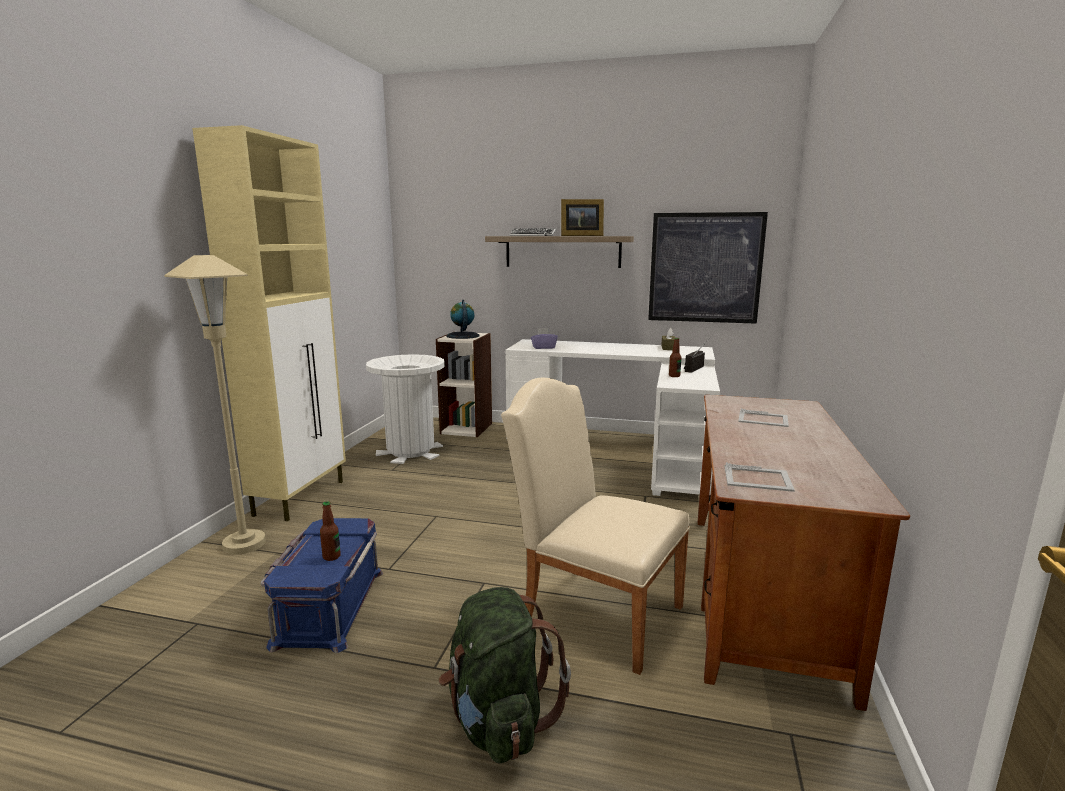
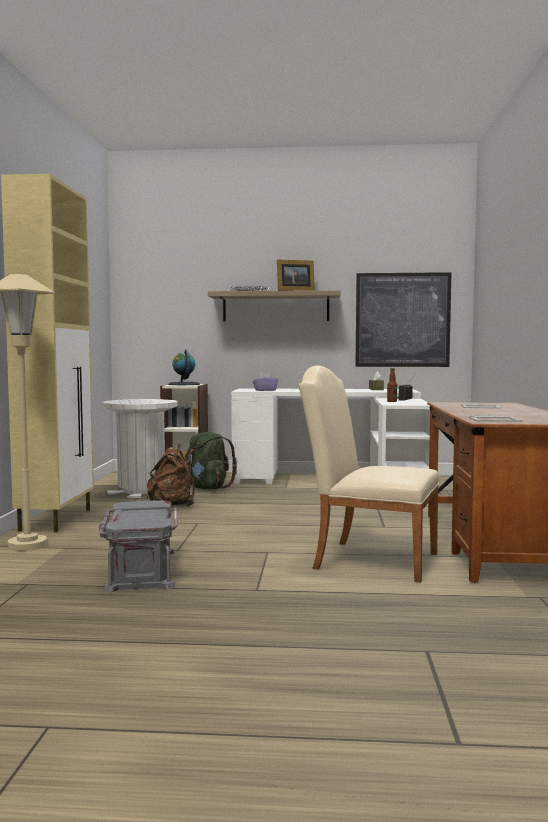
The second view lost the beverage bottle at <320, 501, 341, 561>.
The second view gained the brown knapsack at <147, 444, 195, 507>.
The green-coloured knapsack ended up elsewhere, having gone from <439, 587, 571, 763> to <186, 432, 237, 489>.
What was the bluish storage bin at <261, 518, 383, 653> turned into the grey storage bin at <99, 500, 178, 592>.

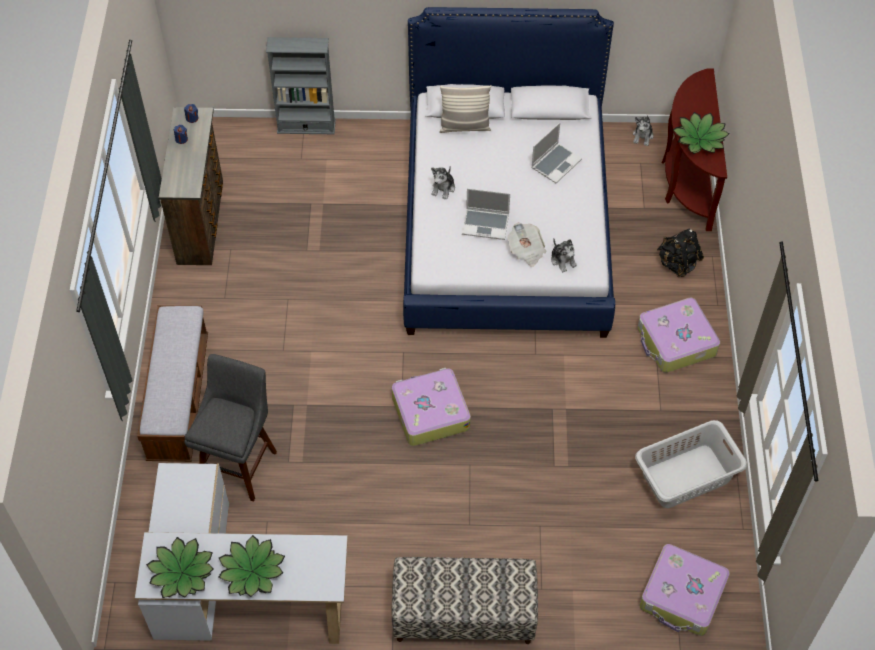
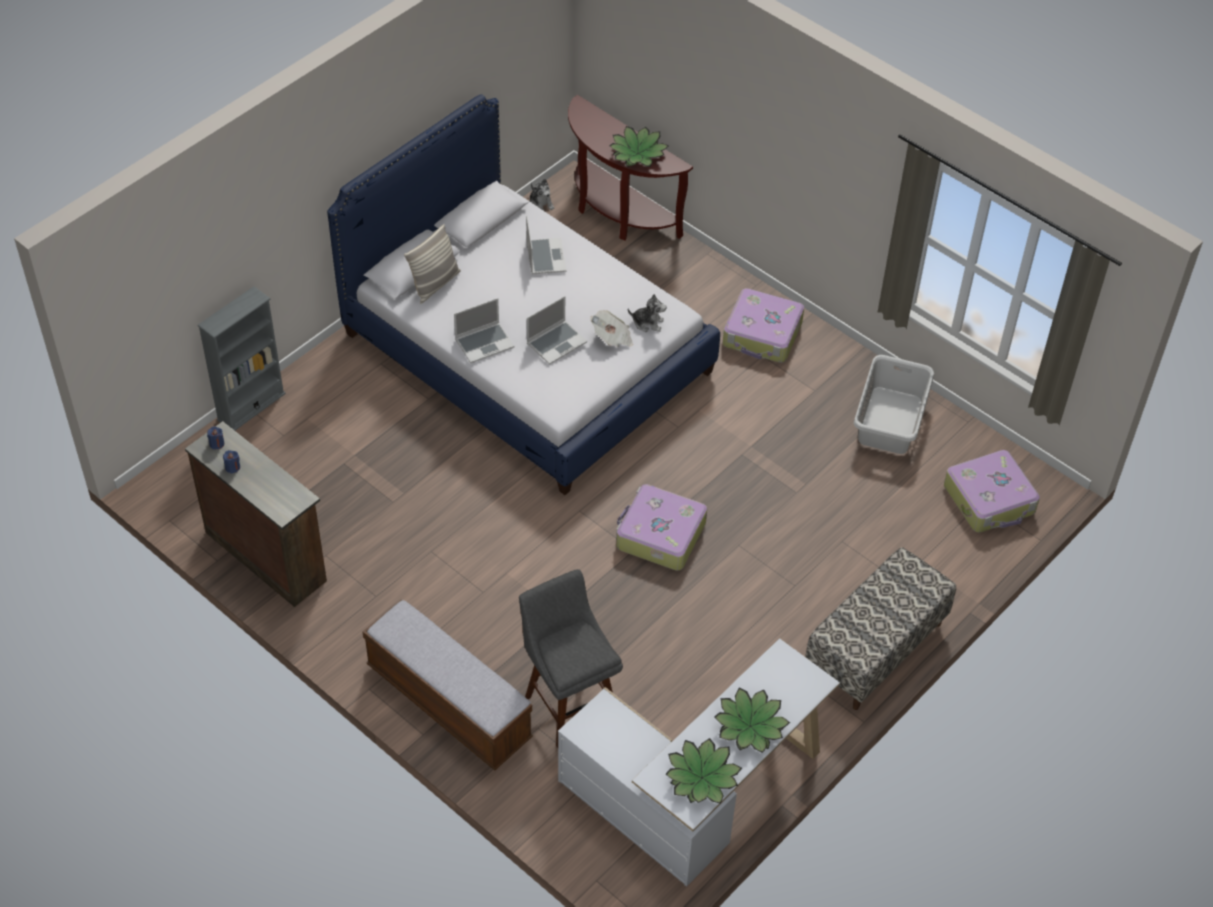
The second view lost the blackish knapsack at <657, 229, 704, 277>.
Where the cuddly toy stood at <431, 166, 455, 200>, the portable computer came to stand at <454, 298, 514, 363>.

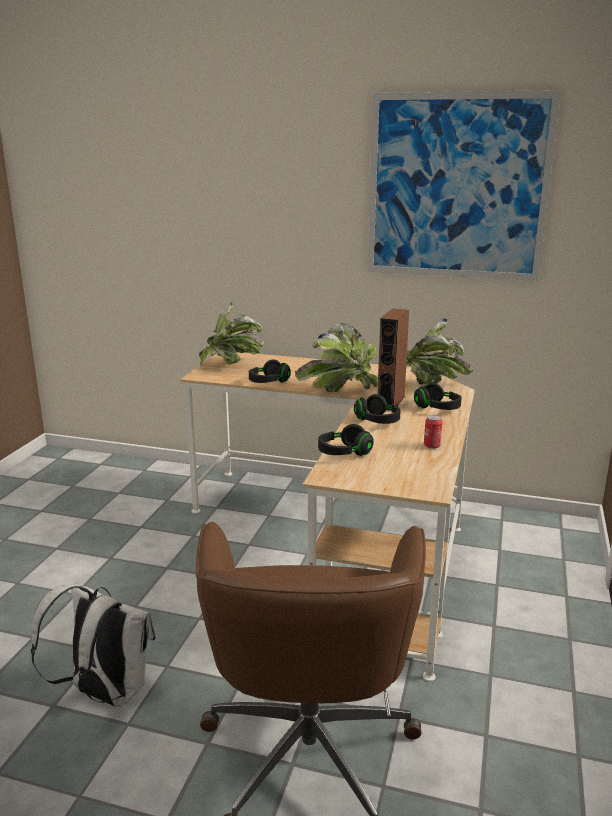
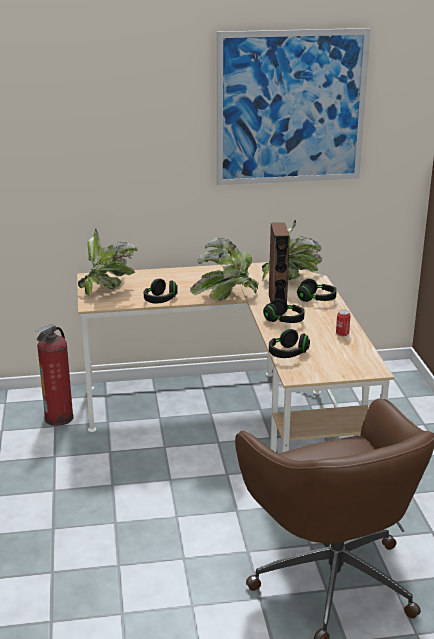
The second view lost the whitish knapsack at <31, 583, 156, 707>.
The second view gained the fire extinguisher at <36, 324, 74, 426>.

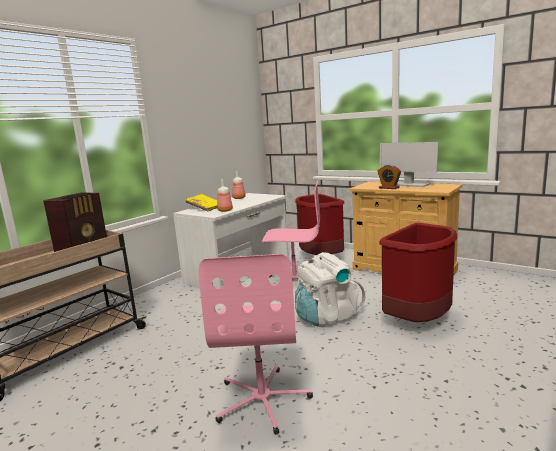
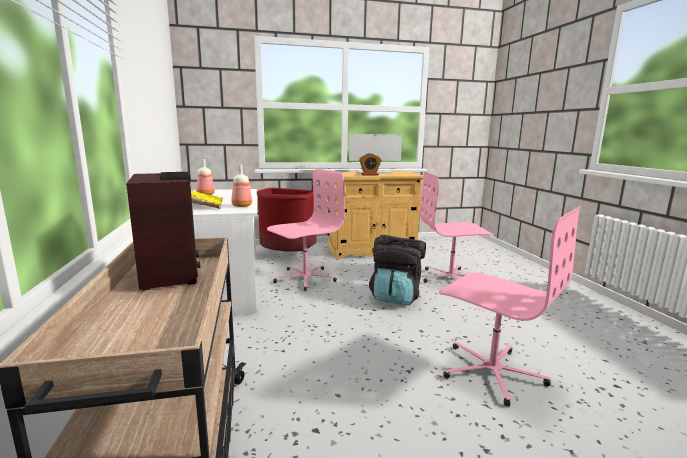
Where the reddish trash can stood at <379, 223, 457, 322>, the pink-coloured office chair came to stand at <420, 171, 493, 283>.
What was the whitish knapsack at <295, 252, 365, 327> turned into the blackish knapsack at <369, 235, 426, 305>.

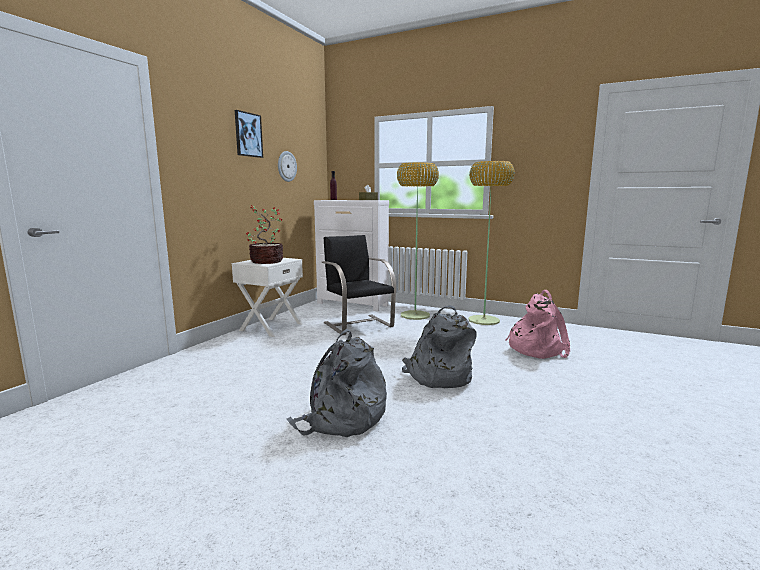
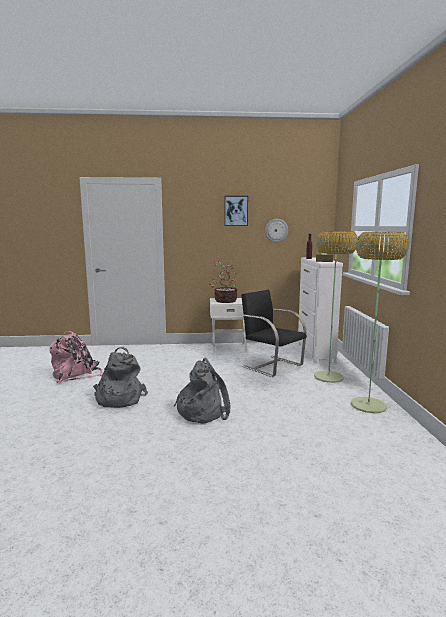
The pink-coloured knapsack ended up elsewhere, having gone from <506, 290, 570, 359> to <49, 331, 103, 383>.
The blackish chair at <321, 235, 396, 335> ended up facing another way, 75 degrees counterclockwise from before.

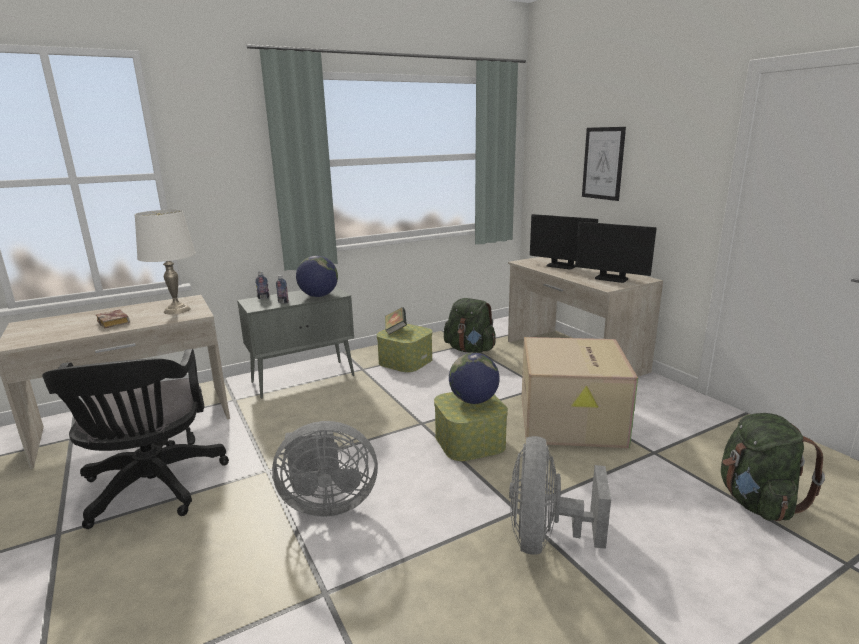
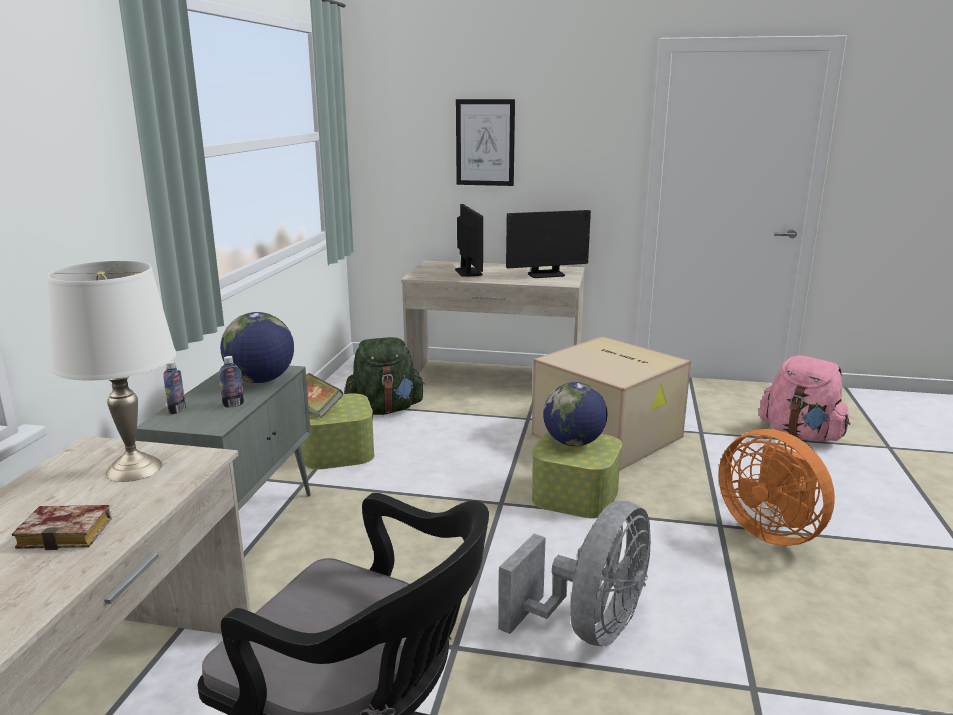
What was the grey cooling fan at <509, 436, 611, 555> turned into the orange-coloured cooling fan at <718, 429, 835, 546>.
What was the green-coloured knapsack at <721, 413, 825, 521> turned into the pink-coloured knapsack at <759, 355, 850, 442>.
The computer screen at <530, 214, 598, 269> ended up facing another way, 90 degrees counterclockwise from before.

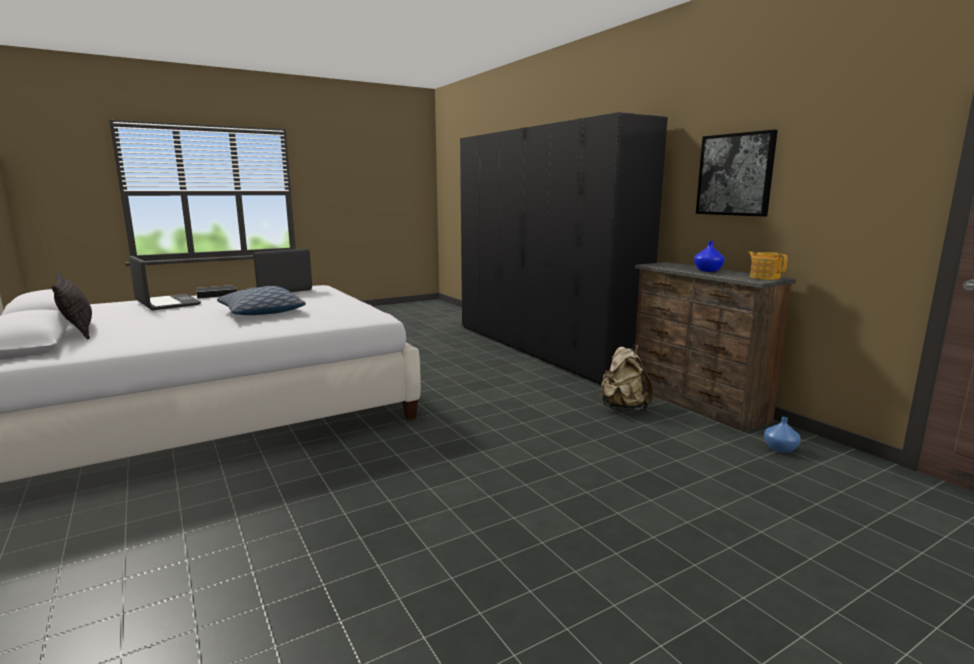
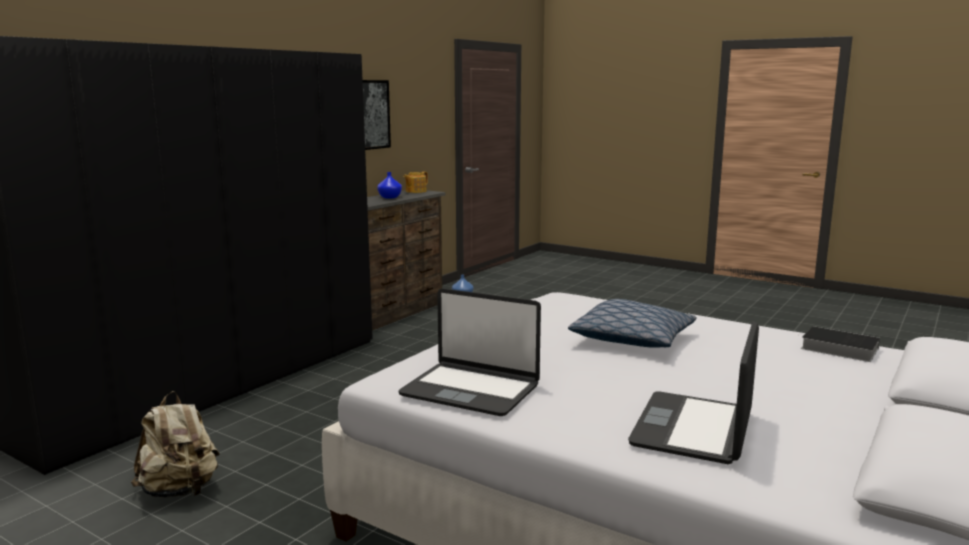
The second view lost the cushion at <52, 271, 92, 340>.
The bound book ended up elsewhere, having gone from <195, 285, 237, 299> to <801, 326, 880, 362>.
The beige-coloured knapsack ended up elsewhere, having gone from <600, 344, 653, 410> to <131, 391, 220, 498>.

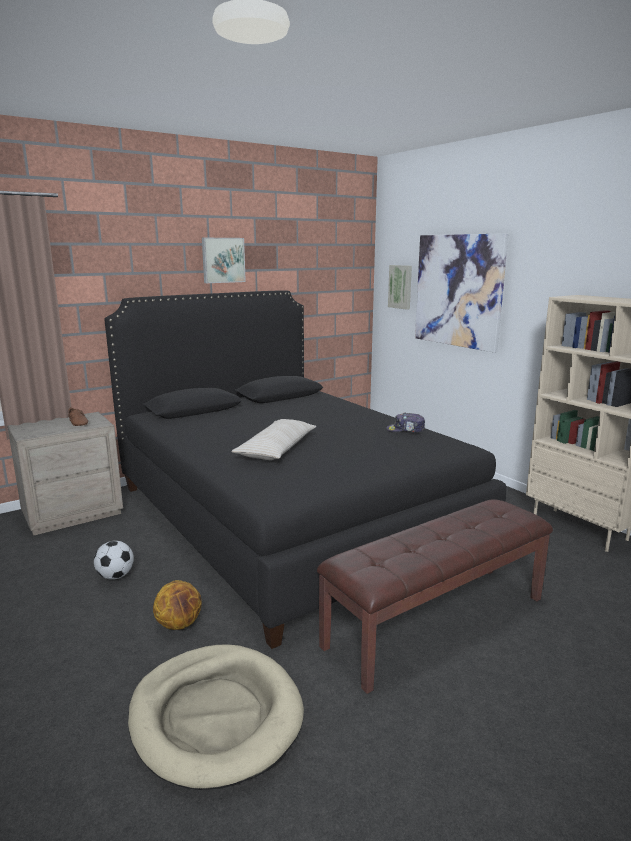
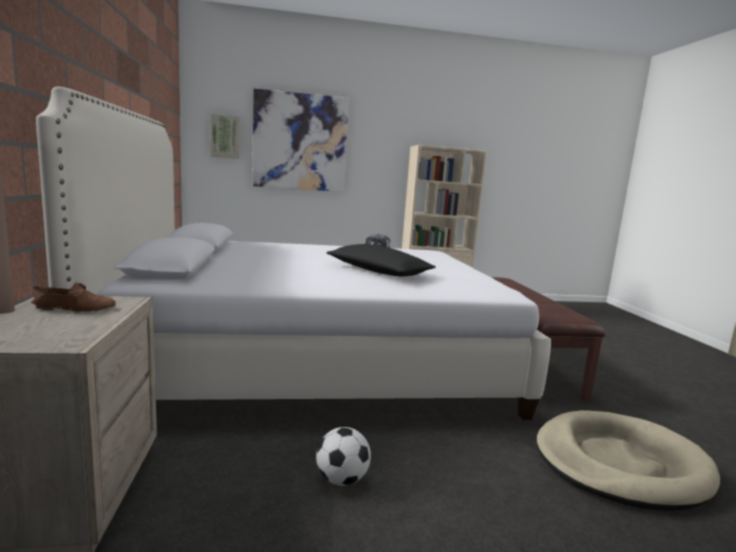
The second view lost the basketball ball at <153, 580, 202, 630>.
The second view lost the wall art at <202, 238, 246, 283>.
What was the blackish sleeping bed at <104, 290, 506, 649> turned into the whitish sleeping bed at <36, 87, 551, 420>.
What was the beige-coloured cushion at <231, 419, 316, 460> turned into the blackish cushion at <326, 244, 436, 277>.

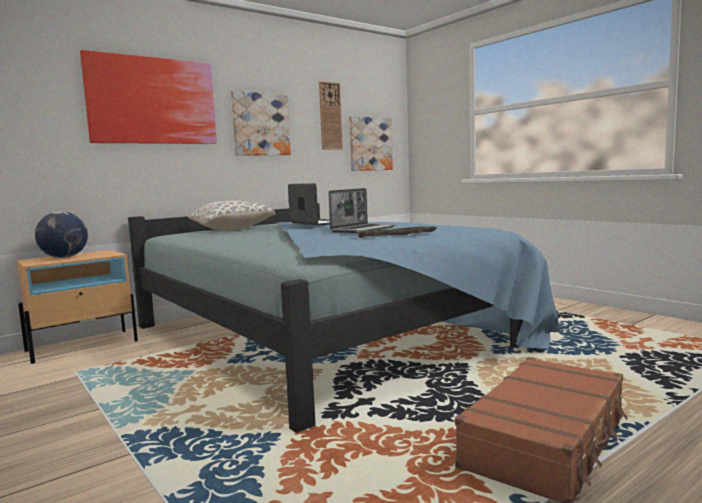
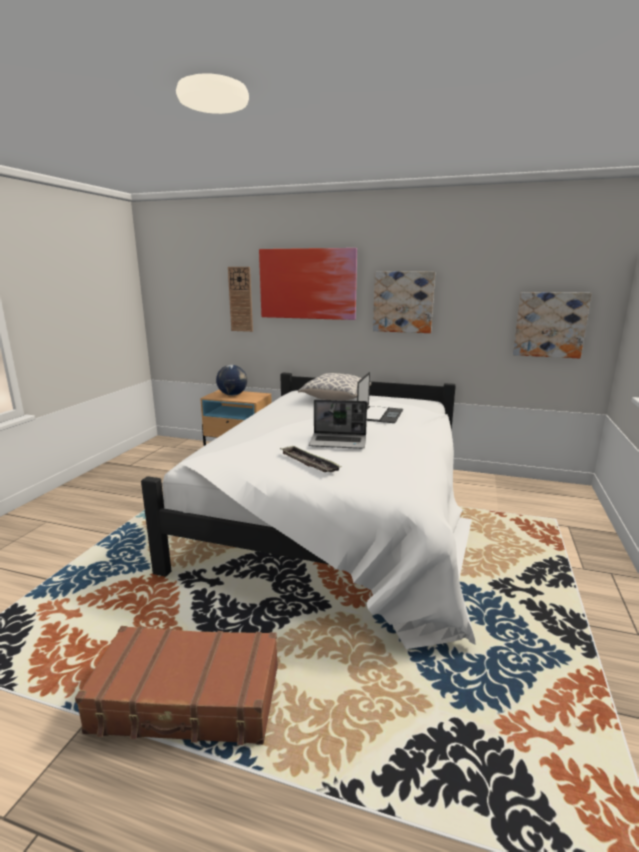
The clock on the wall ended up elsewhere, having gone from <319, 81, 343, 150> to <228, 267, 253, 332>.
What was the bluish sleeping bed at <128, 203, 560, 433> turned into the whitish sleeping bed at <141, 372, 476, 649>.

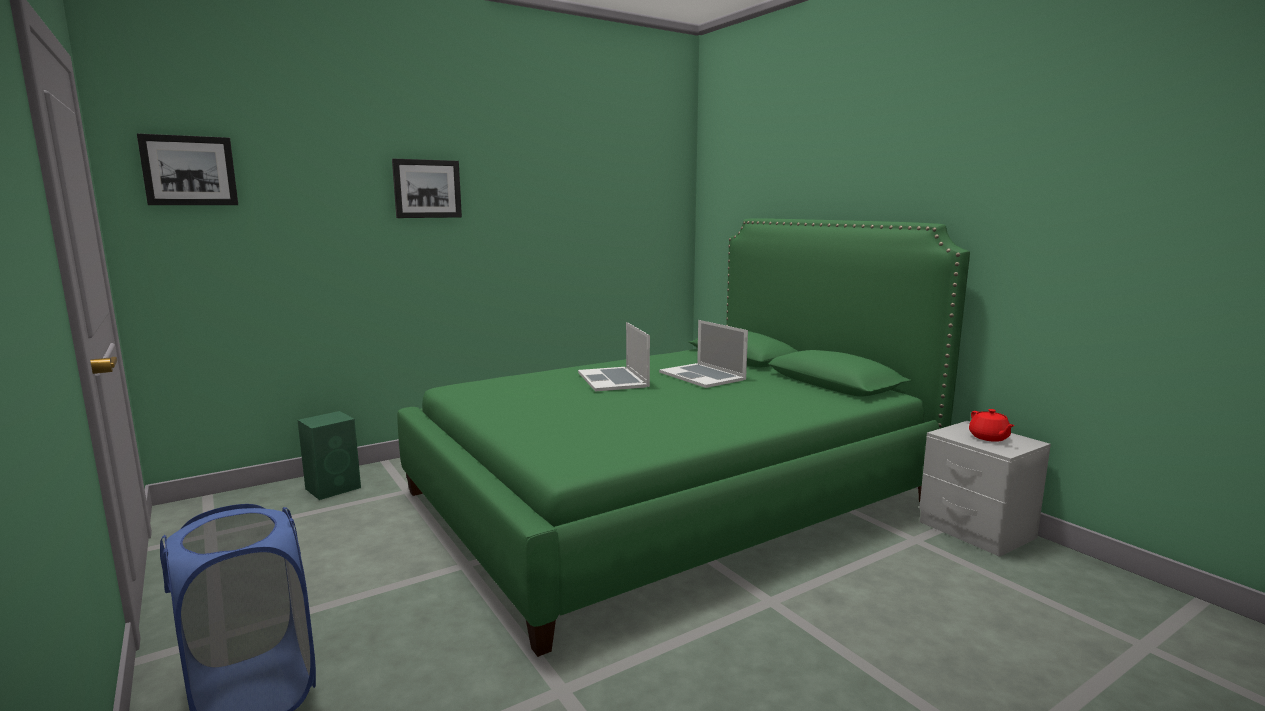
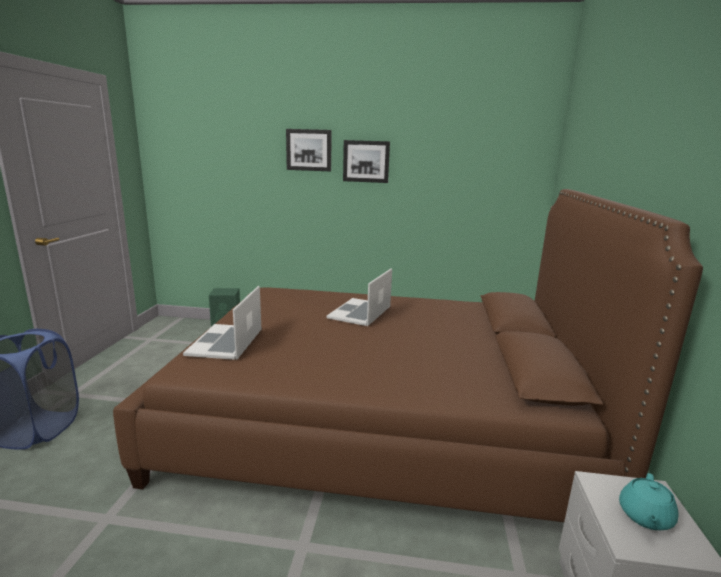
The wall art ended up elsewhere, having gone from <137, 133, 238, 205> to <343, 140, 390, 183>.
The portable computer ended up elsewhere, having gone from <659, 320, 748, 388> to <183, 286, 261, 360>.
What was the green-coloured sleeping bed at <397, 218, 970, 657> turned into the brown sleeping bed at <113, 189, 703, 522>.
What was the reddish teapot at <969, 409, 1015, 442> turned into the blue-green teapot at <619, 473, 679, 530>.

